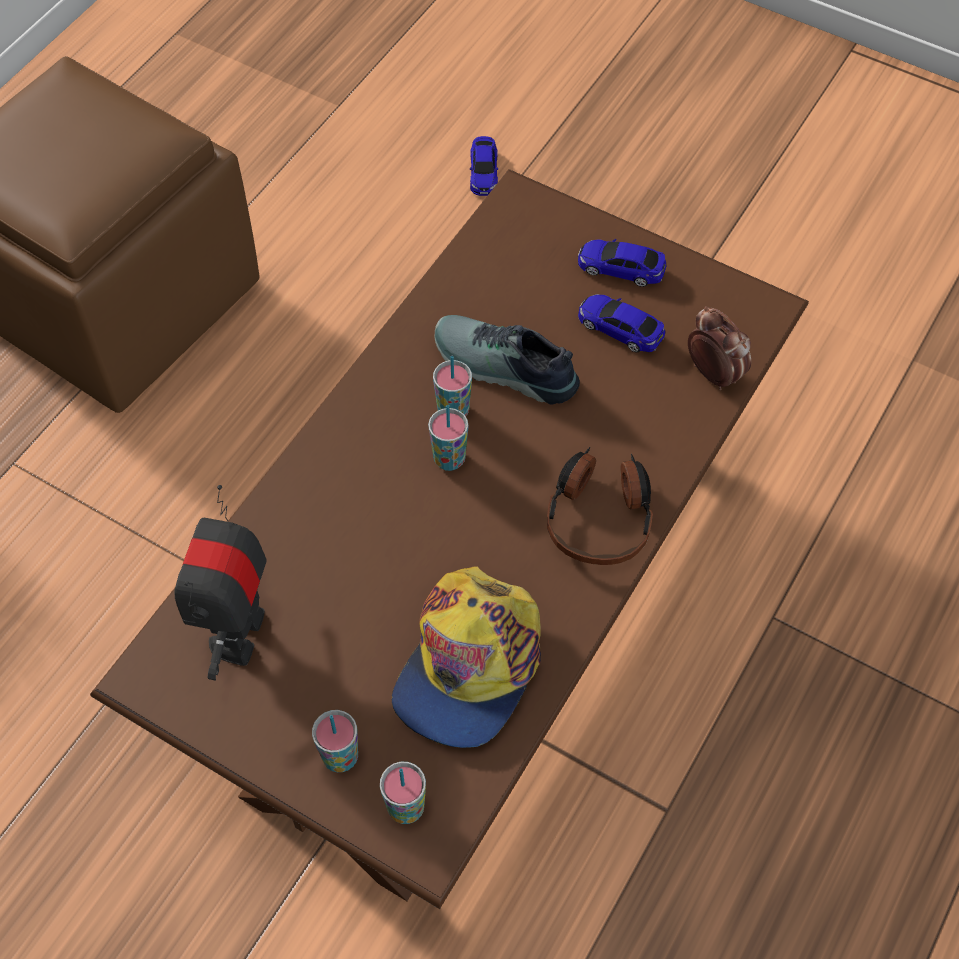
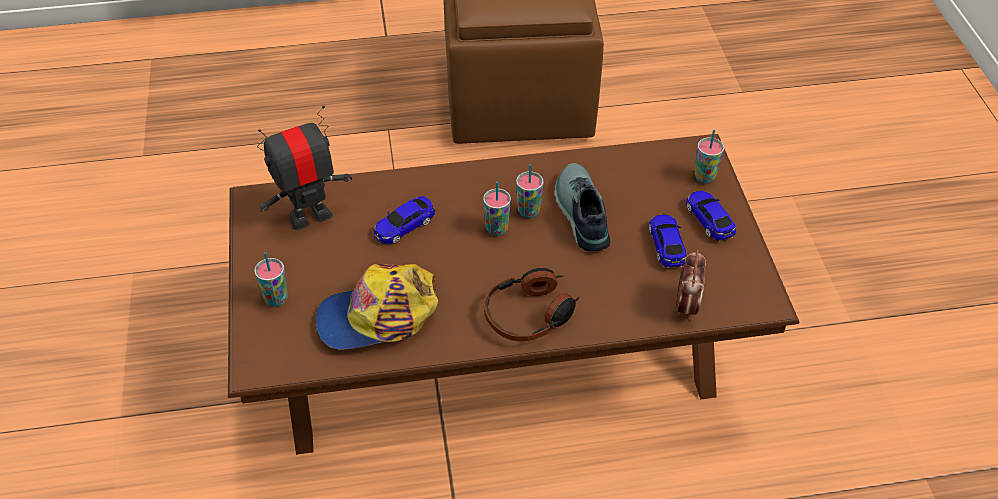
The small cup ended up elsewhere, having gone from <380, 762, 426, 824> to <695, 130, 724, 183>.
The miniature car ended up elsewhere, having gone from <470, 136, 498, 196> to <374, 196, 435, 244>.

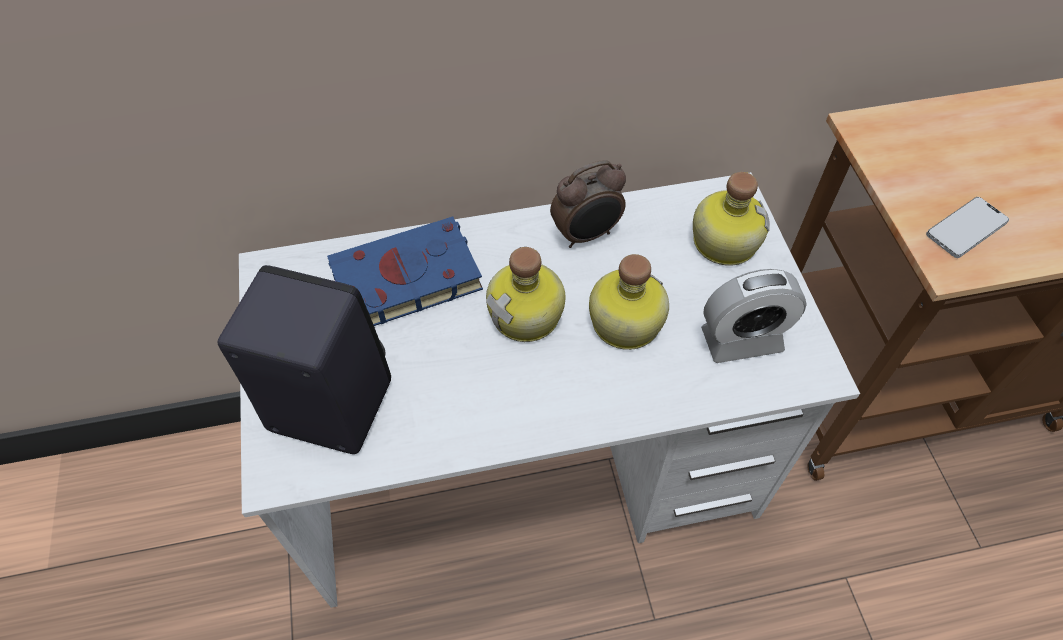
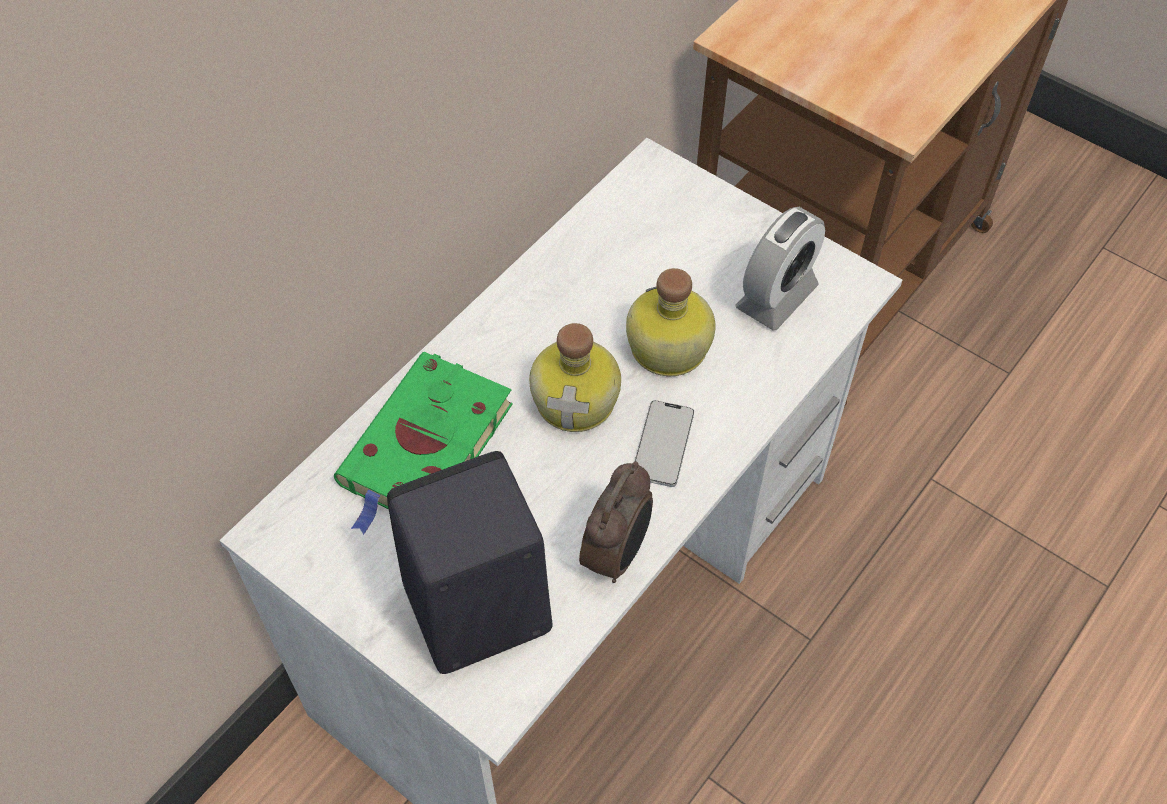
The second view lost the beverage bottle at <693, 172, 770, 266>.
The bedside clock ended up elsewhere, having gone from <550, 160, 626, 248> to <579, 461, 653, 583>.
The phone ended up elsewhere, having gone from <926, 197, 1009, 258> to <635, 400, 694, 487>.
What was the bluish bound book at <327, 216, 483, 326> turned into the green-coloured bound book at <334, 352, 513, 535>.

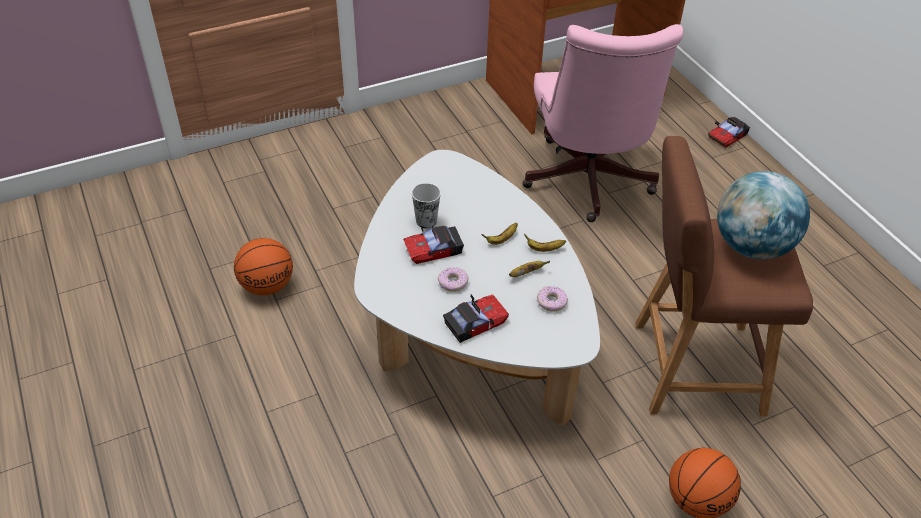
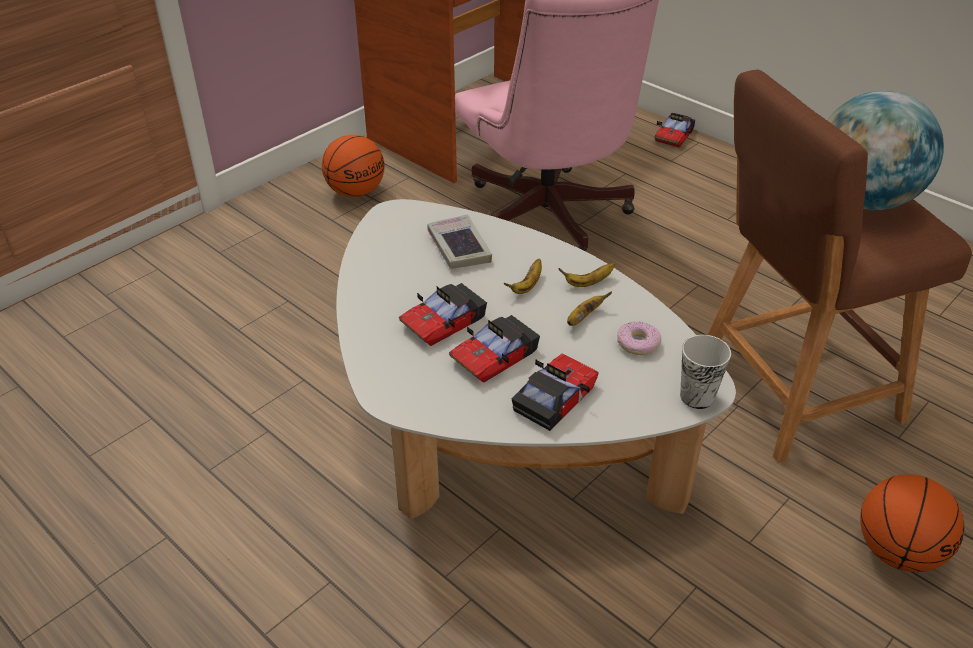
The second view gained the bound book at <427, 214, 492, 269>.
The basketball ball ended up elsewhere, having gone from <234, 238, 293, 295> to <322, 135, 385, 197>.
The small cup ended up elsewhere, having gone from <412, 183, 441, 228> to <680, 335, 731, 409>.
Where the doughnut stood at <438, 267, 468, 292>, the miniature car came to stand at <449, 315, 540, 383>.

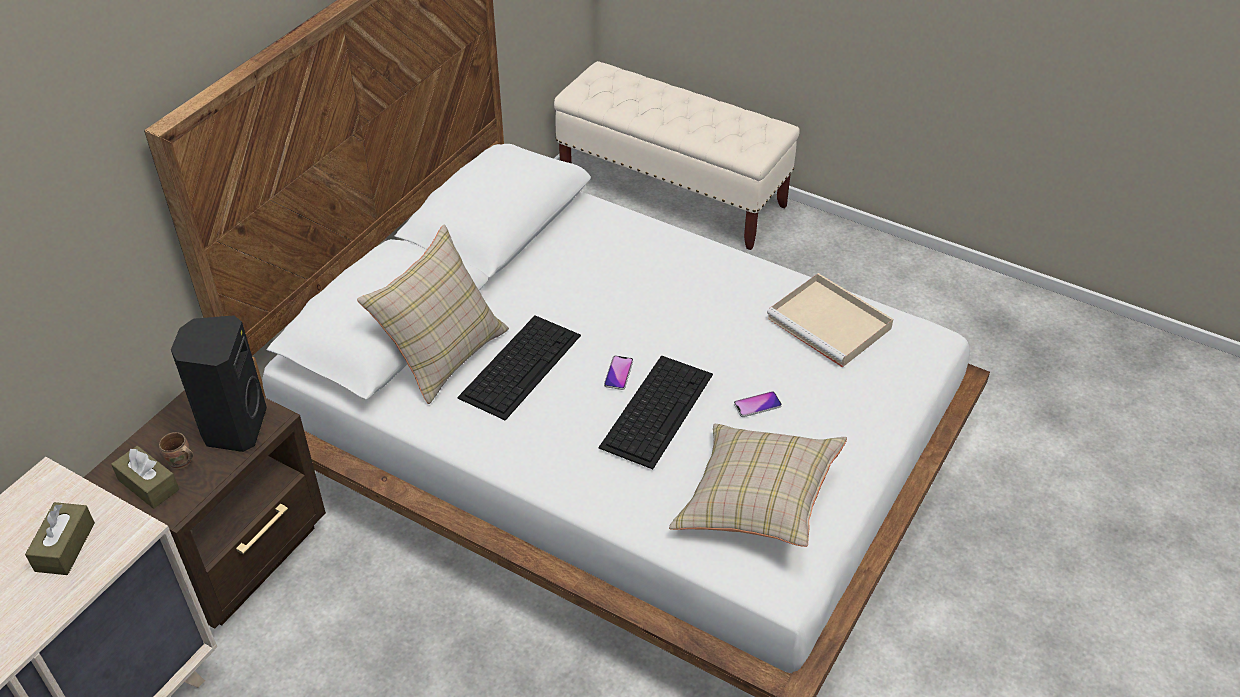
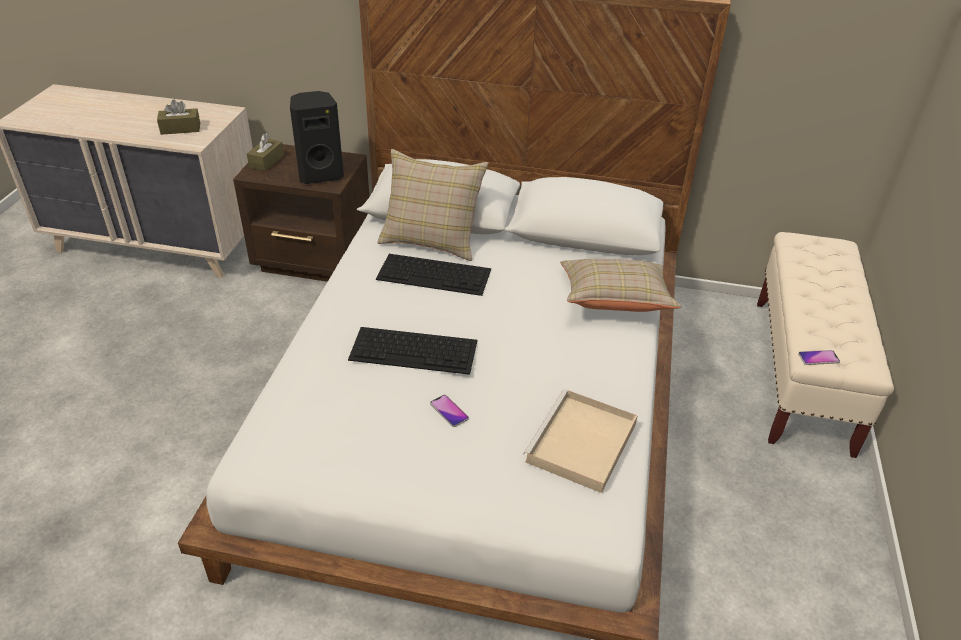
The second view lost the brown mug at <159, 432, 193, 469>.
The phone ended up elsewhere, having gone from <604, 355, 633, 390> to <798, 350, 840, 365>.
The beige-coloured cushion ended up elsewhere, having gone from <669, 424, 847, 547> to <560, 259, 682, 312>.

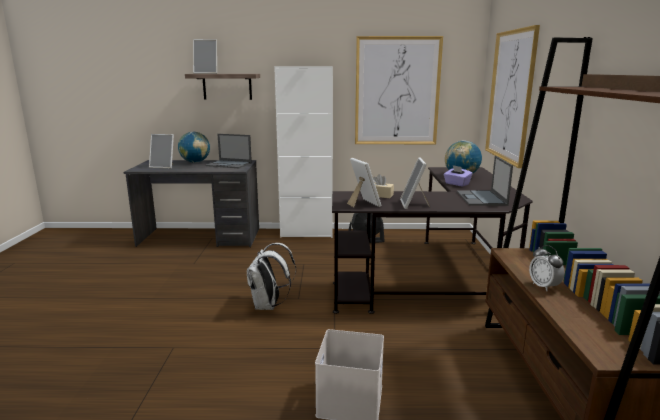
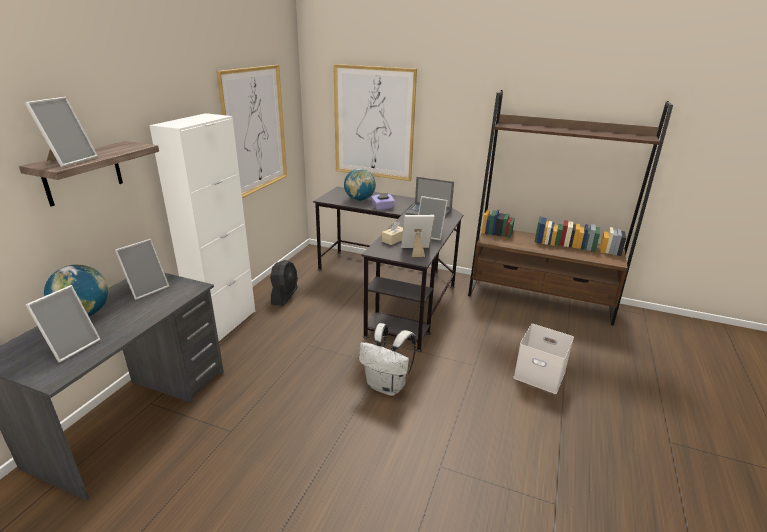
The second view lost the bedside clock at <529, 245, 565, 291>.
Where the portable computer stood at <206, 134, 252, 168>, the picture frame came to stand at <115, 239, 169, 300>.

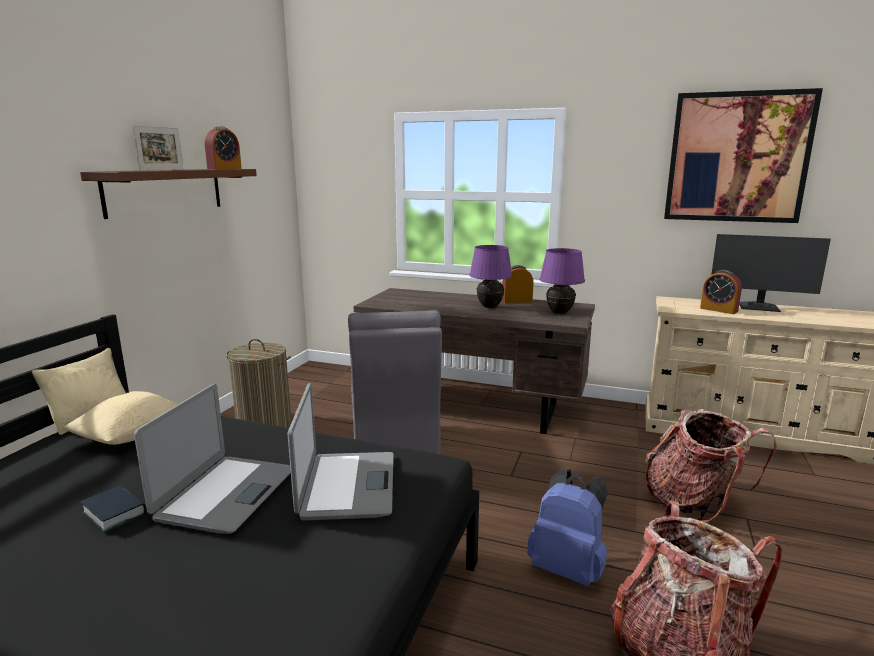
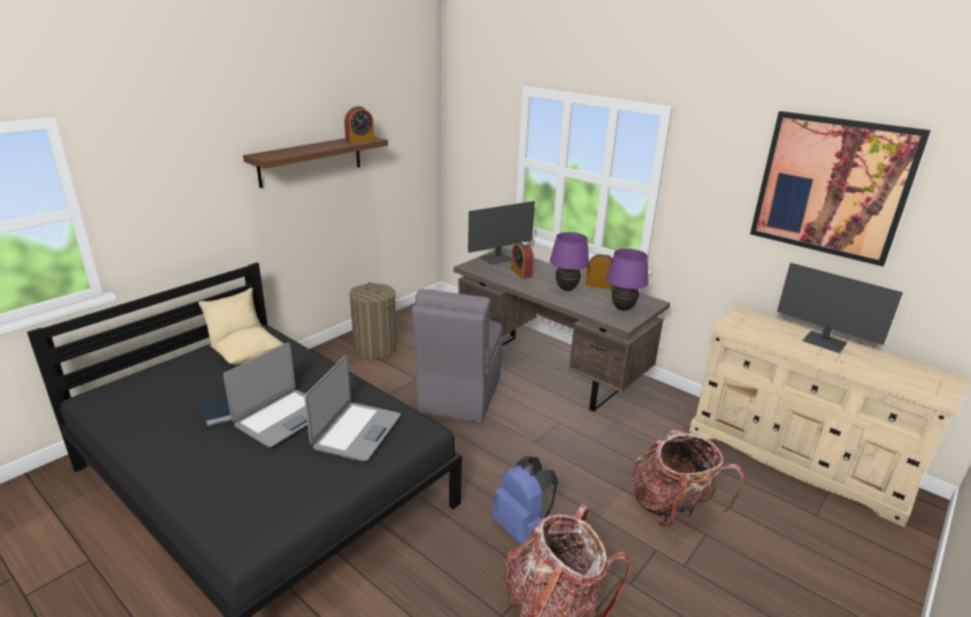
The second view lost the picture frame at <133, 125, 183, 170>.
The second view gained the computer screen at <468, 201, 535, 264>.
The bedside clock ended up elsewhere, having gone from <700, 270, 742, 314> to <511, 242, 534, 279>.

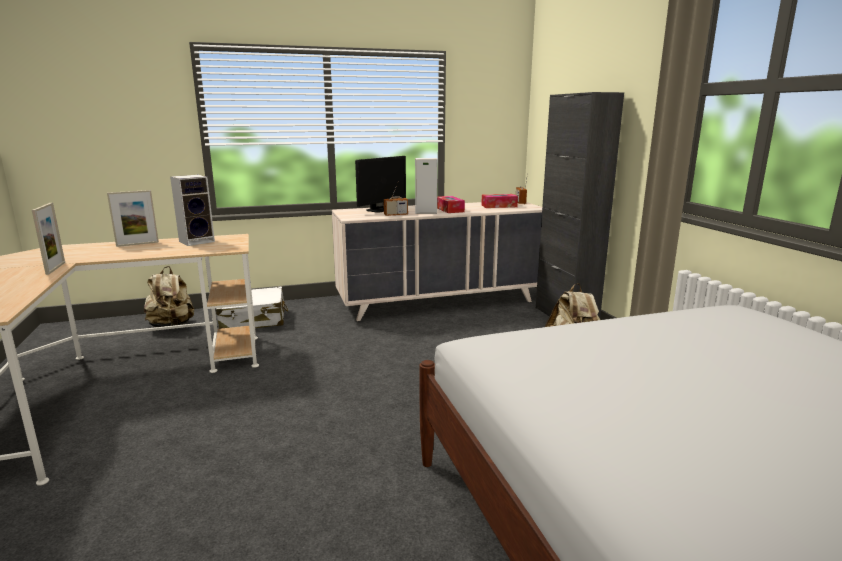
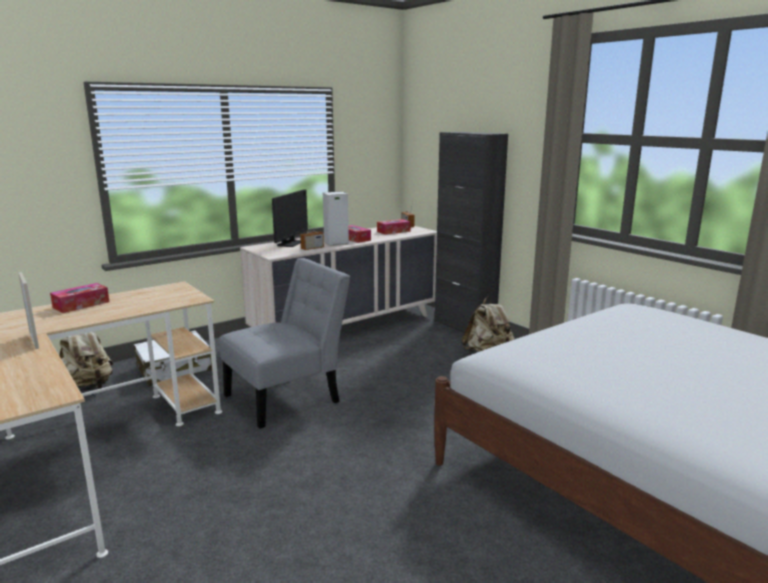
The second view lost the loudspeaker at <170, 175, 215, 246>.
The second view gained the grey chair at <219, 258, 350, 429>.
Where the picture frame stood at <107, 190, 159, 247>, the box of tissues came to stand at <50, 283, 109, 313>.

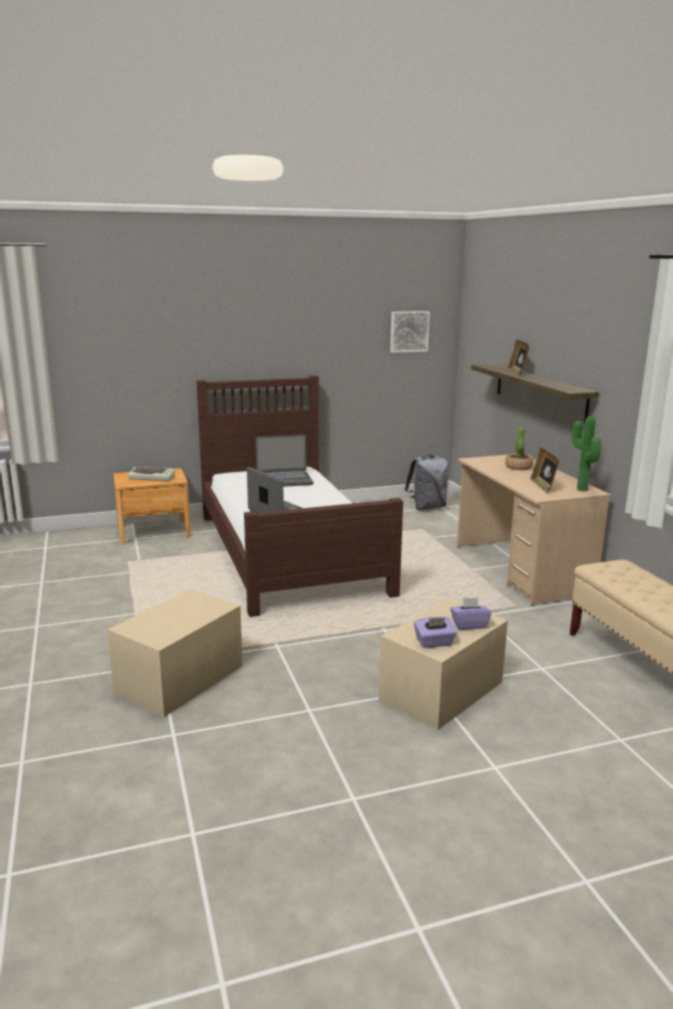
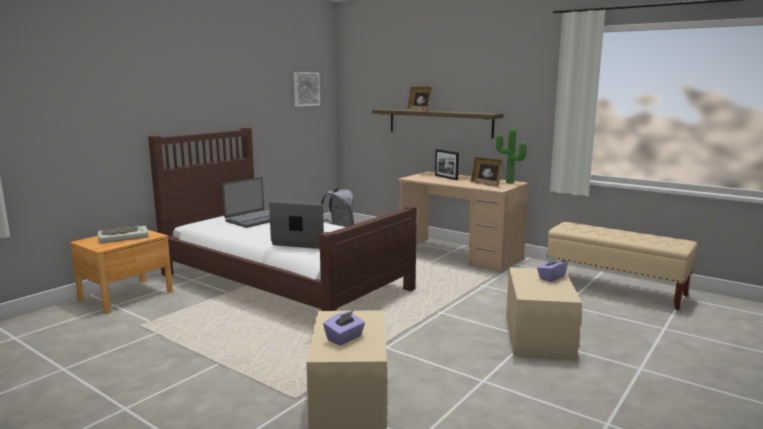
The purple box of tissues ended up elsewhere, having gone from <414, 617, 457, 648> to <323, 311, 365, 345>.
Where the potted plant stood at <505, 427, 533, 470>, the picture frame came to stand at <435, 149, 459, 180>.

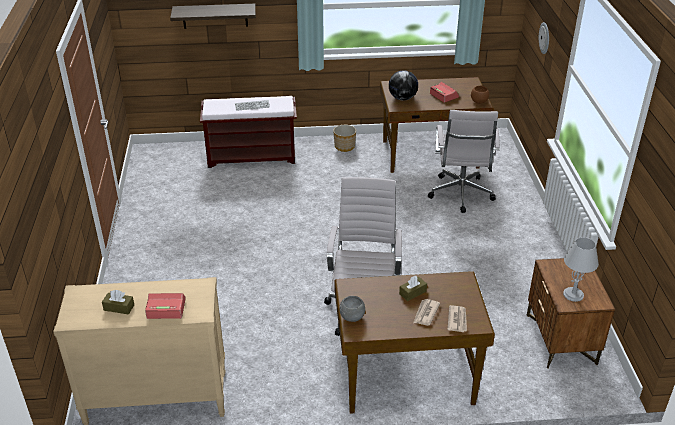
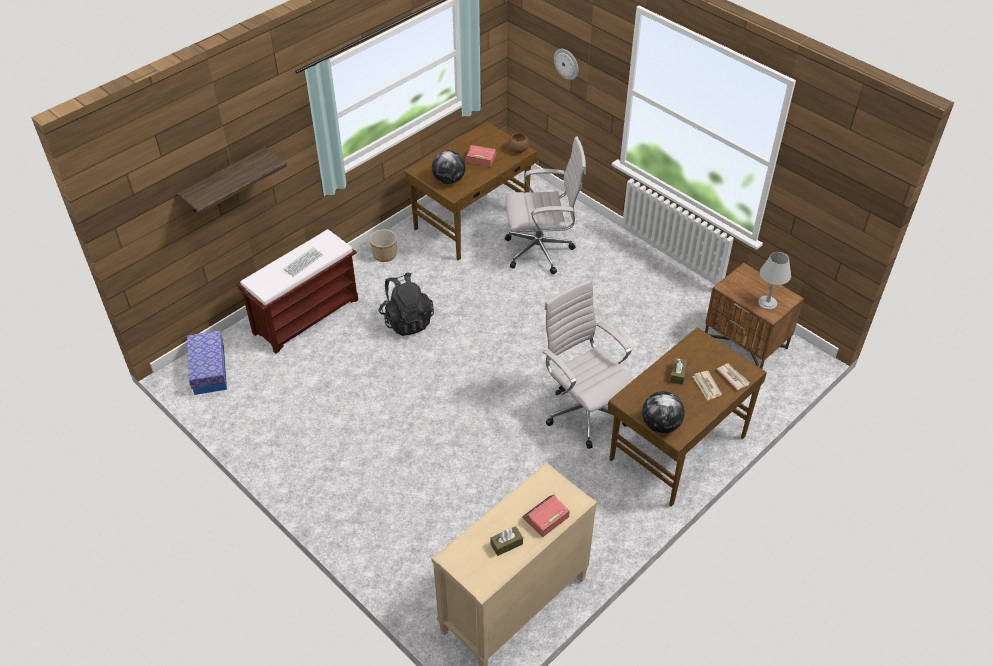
The second view gained the storage bin at <187, 330, 227, 395>.
The second view gained the blackish knapsack at <378, 273, 434, 336>.
Where the grey serving bowl stood at <339, 296, 365, 322>, the globe came to stand at <642, 391, 685, 434>.
The whitish office chair at <428, 110, 500, 213> ended up facing another way, 60 degrees counterclockwise from before.

